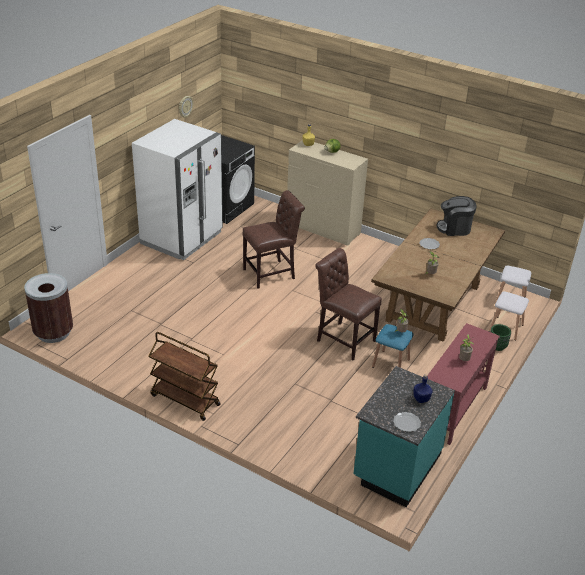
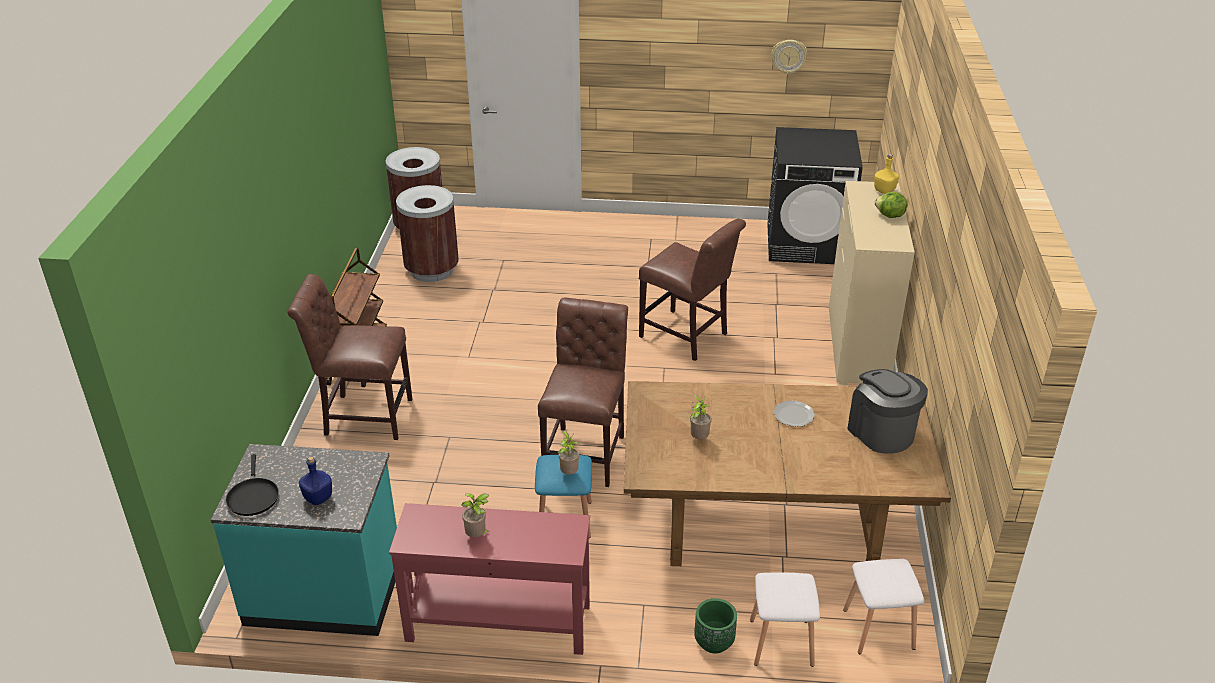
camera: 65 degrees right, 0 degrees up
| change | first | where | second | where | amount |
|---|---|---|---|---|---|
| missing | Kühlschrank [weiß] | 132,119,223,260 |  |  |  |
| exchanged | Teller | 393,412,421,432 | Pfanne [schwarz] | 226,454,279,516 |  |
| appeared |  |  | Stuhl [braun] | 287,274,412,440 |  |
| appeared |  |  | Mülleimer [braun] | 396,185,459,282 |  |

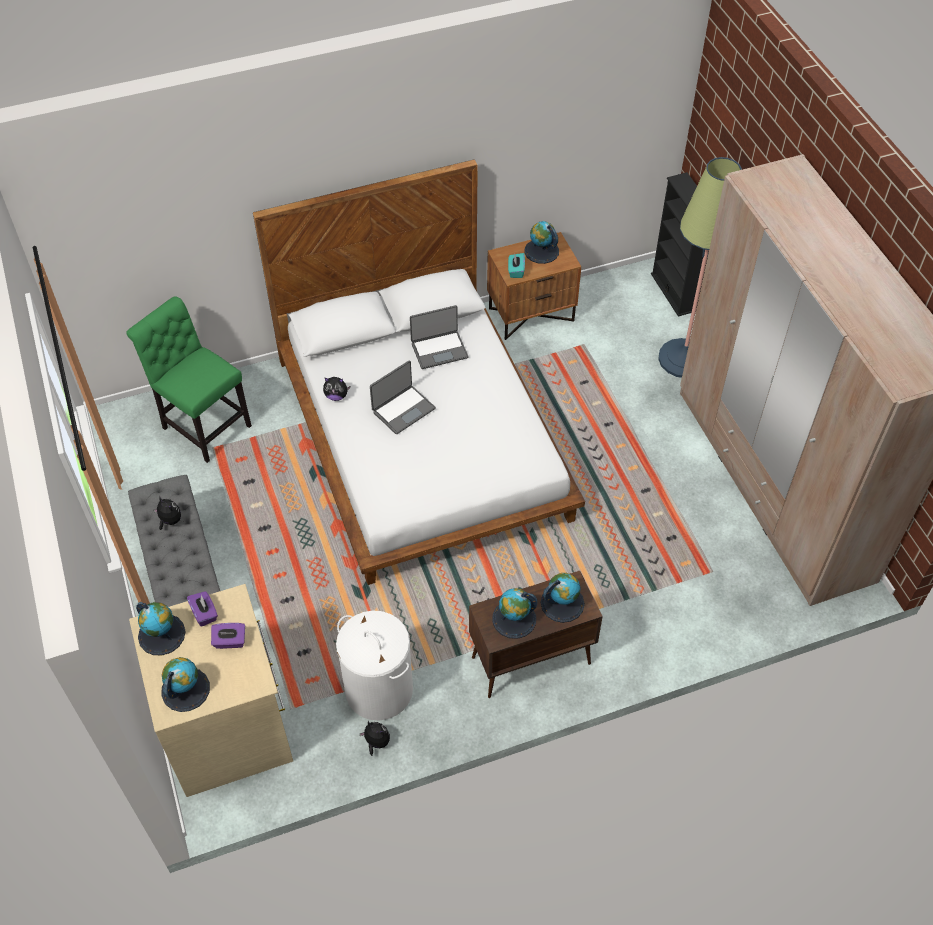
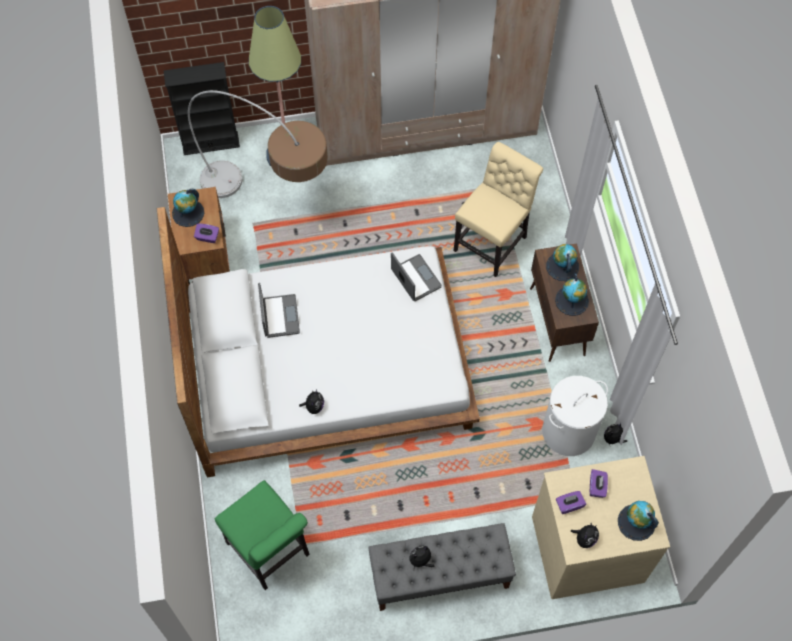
camera: 80 degrees left, 10 degrees up
| change | first | where | second | where | amount |
|---|---|---|---|---|---|
| spun | Stuhl [grün] | 126,296,252,463 |  | 215,480,310,590 | 90 degrees counterclockwise |
| exchanged | Globus | 136,602,186,655 | Plüschtier | 571,522,599,548 |  |
| relocated | Laptop | 370,360,436,435 |  | 391,252,442,301 |  |
| colour | Taschentuchbox [türkis] | 508,253,525,278 | Taschentuchbox [lila] | 194,224,219,243 |  |
| appeared |  |  | Stehlampe | 188,90,328,198 |  |
| appeared |  |  | Stuhl [beige] | 453,142,543,277 |  |

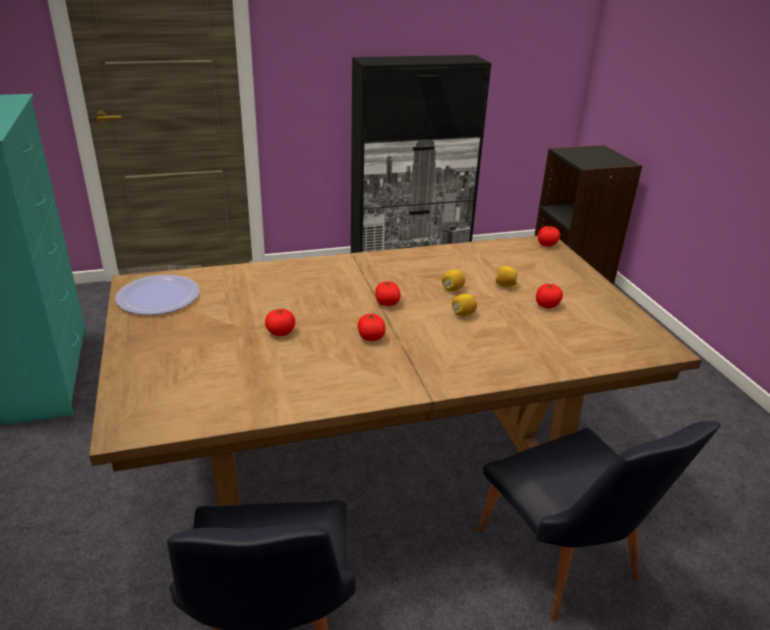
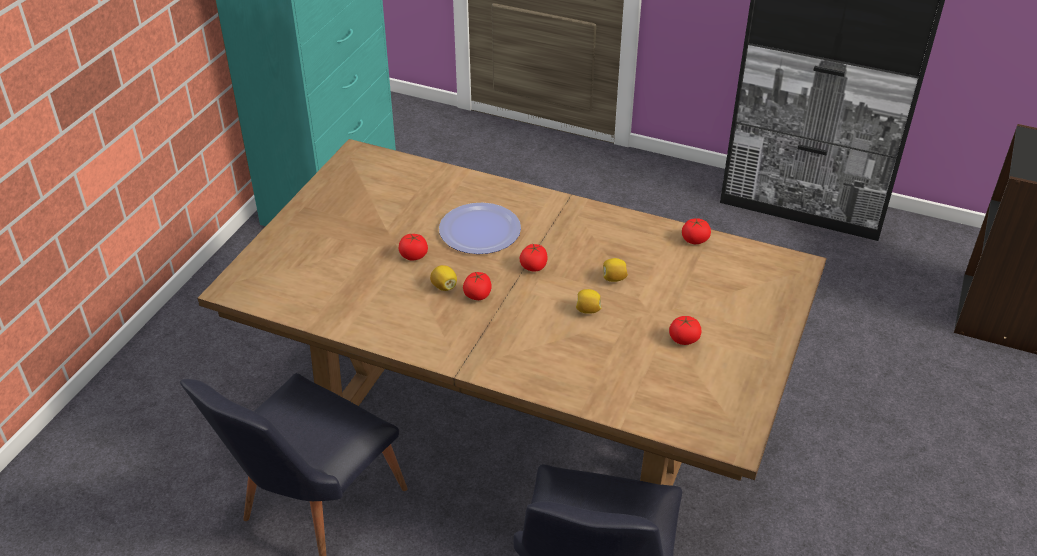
camera: 40 degrees right, 10 degrees up
| change | first | where | second | where | amount |
|---|---|---|---|---|---|
| relocated | Teller | 115,275,200,315 |  | 439,203,521,254 |  |
| relocated | Zitrone | 495,266,517,287 |  | 430,265,457,291 |  |
| relocated | Tomate | 538,226,560,247 |  | 682,218,711,244 |  |

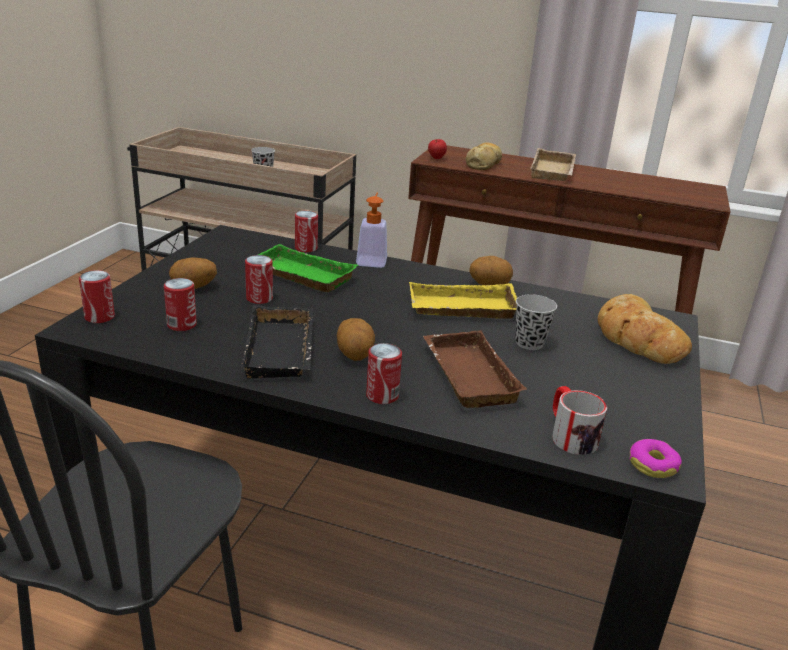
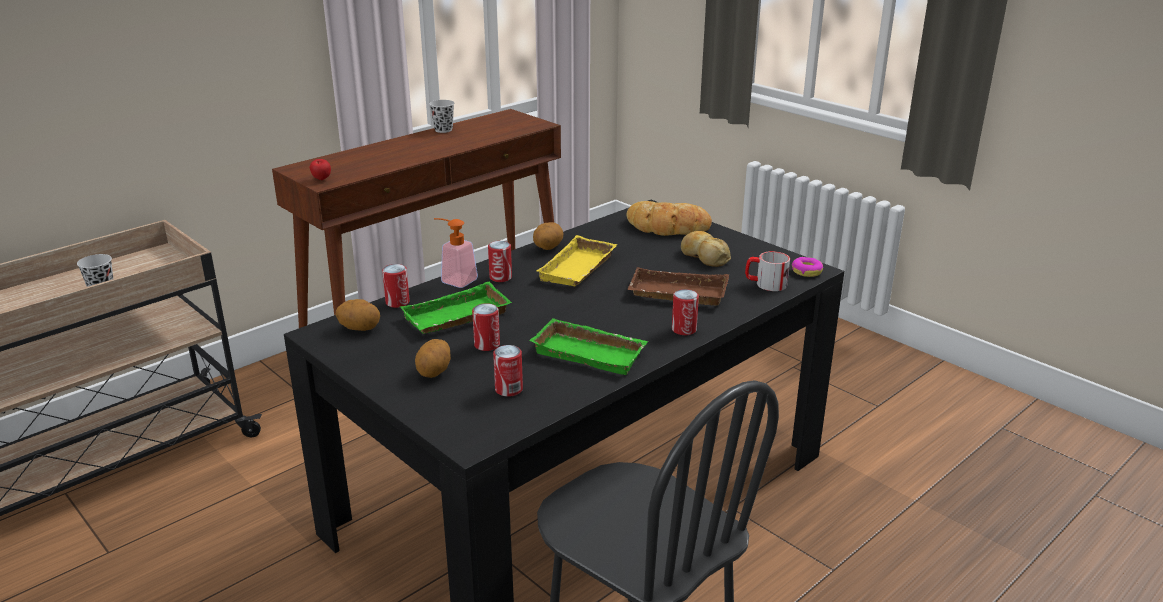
camera: 60 degrees left, 0 degrees up
| change | first | where | second | where | amount |
|---|---|---|---|---|---|
| relocated | Dose | 79,270,115,323 |  | 488,241,512,282 |  |
| colour | Tablett [schwarz] | 241,305,314,379 | Tablett [grün] | 529,318,648,375 |  |
| relocated | Kartoffel | 337,318,375,361 |  | 336,299,380,331 |  |
| relocated | Brot | 466,142,502,170 |  | 681,231,731,267 |  |
| relocated | Tasse [schwarz] | 515,294,557,350 |  | 429,100,454,133 |  |
| missing | Tablett [beige] | 530,148,576,181 |  |  |  |

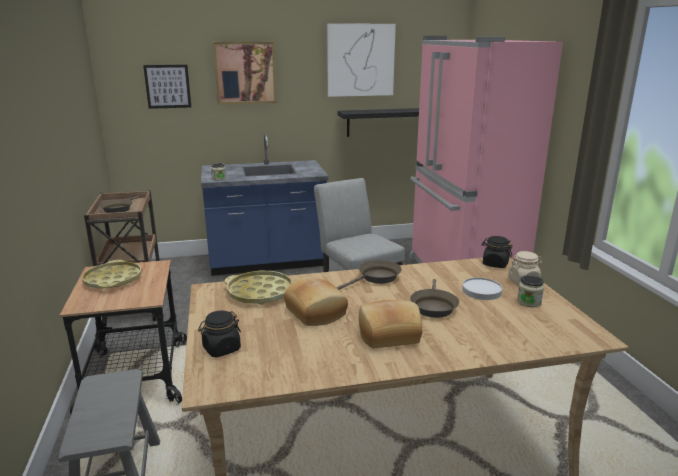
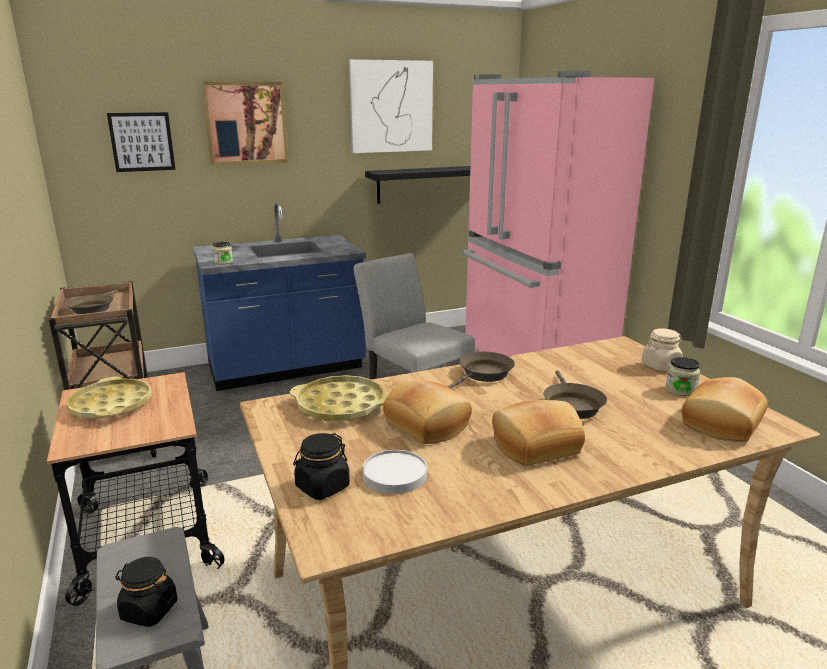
camera: 10 degrees left, 0 degrees up
| change | first | where | second | where | amount |
|---|---|---|---|---|---|
| relocated | Teller [weiß] | 462,277,502,300 |  | 363,450,427,494 |  |
| relocated | Vorratsglas [schwarz] | 481,236,513,268 |  | 115,557,178,627 |  |
| appeared |  |  | Brot | 682,377,768,442 |  |

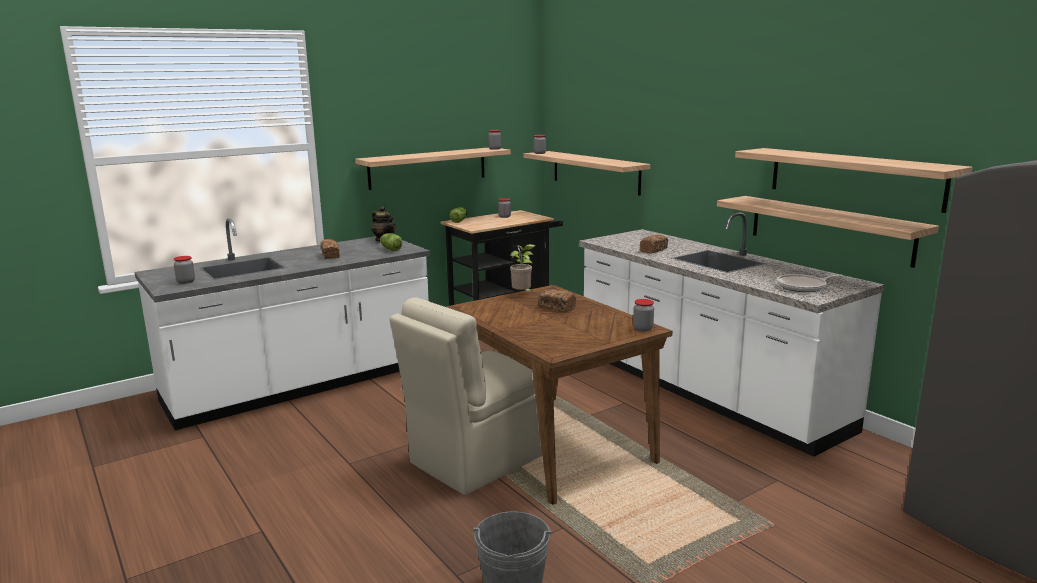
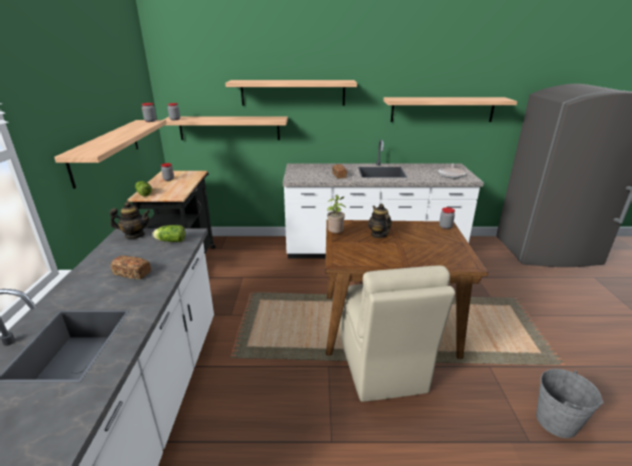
camera: 55 degrees left, 10 degrees up
| change | first | where | second | where | amount |
|---|---|---|---|---|---|
| missing | Vorratsglas | 173,256,195,284 |  |  |  |
| exchanged | Brot | 539,289,576,312 | Teekanne | 368,204,392,238 |  |
| relocated | Wandregal | 717,196,939,268 |  | 225,80,357,106 |  |

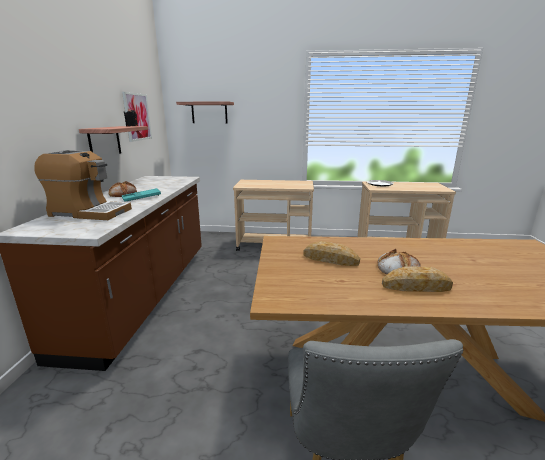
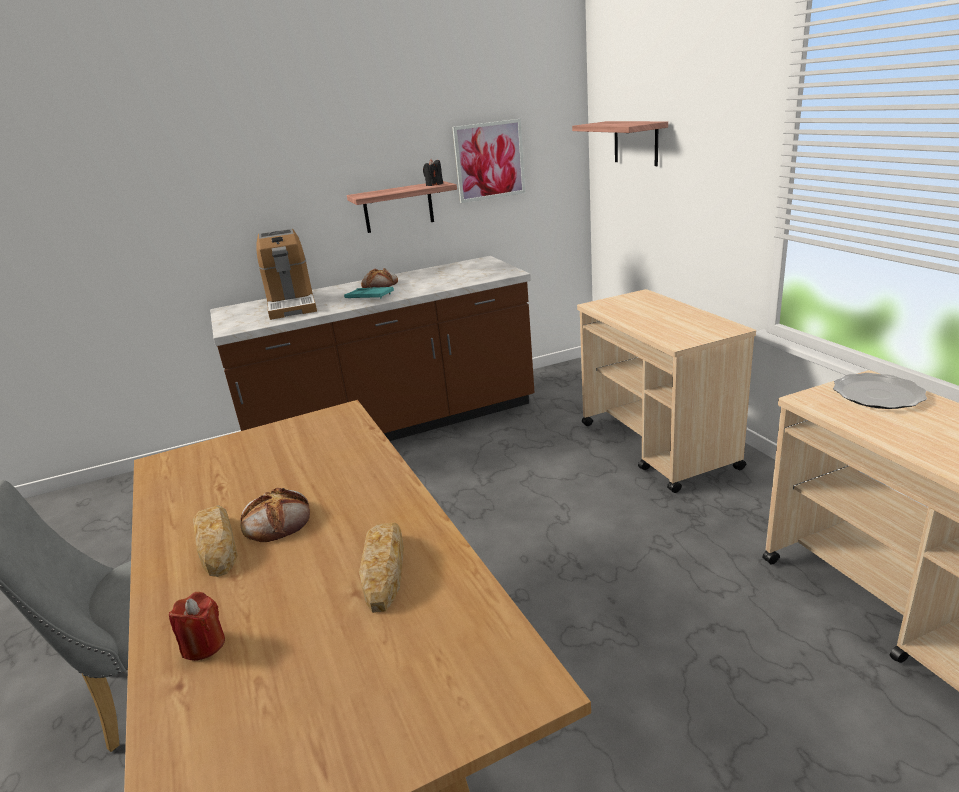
camera: 65 degrees right, 5 degrees up
| change | first | where | second | where | amount |
|---|---|---|---|---|---|
| relocated | Brot | 303,241,360,266 |  | 359,523,404,613 |  |
| appeared |  |  | Kerze [rot] | 169,592,225,661 |  |

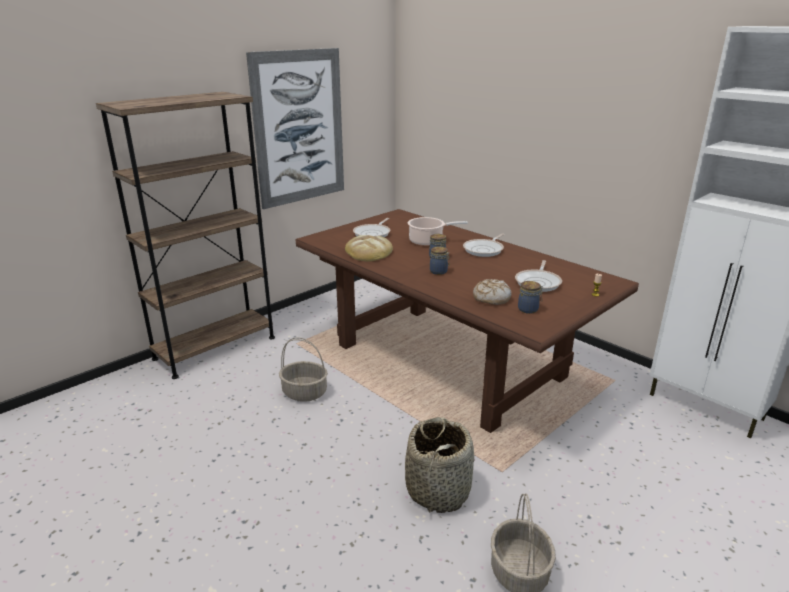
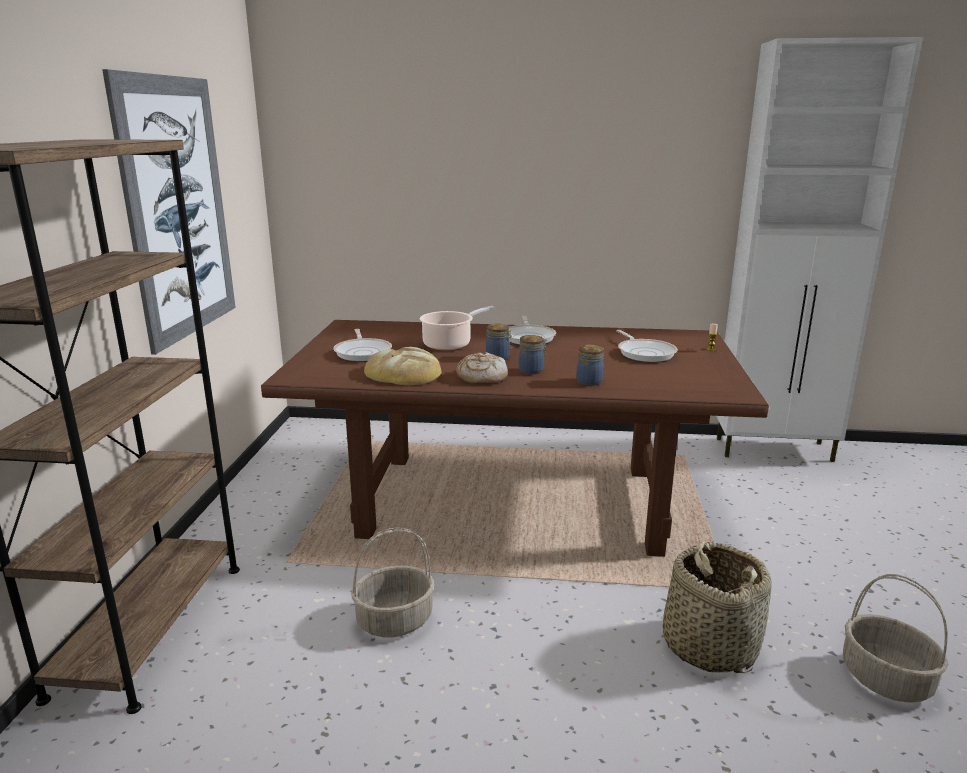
camera: 40 degrees left, 5 degrees down
| change | first | where | second | where | amount |
|---|---|---|---|---|---|
| relocated | Brot | 473,279,511,305 |  | 456,352,508,383 |  |
| relocated | Vorratsglas | 518,281,543,314 |  | 576,345,604,386 |  |

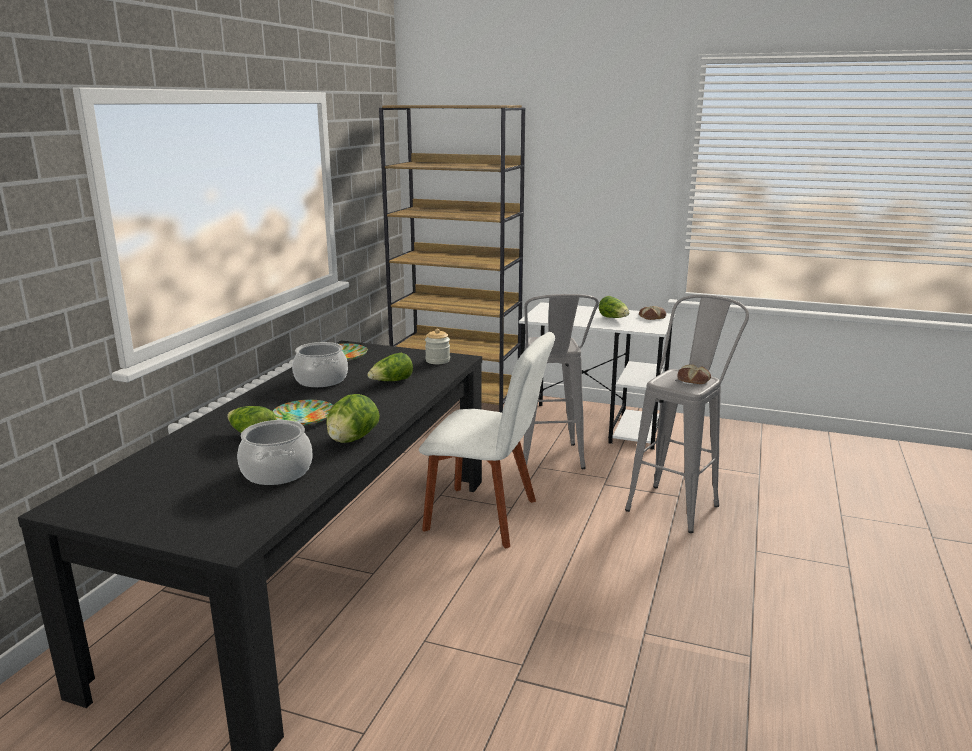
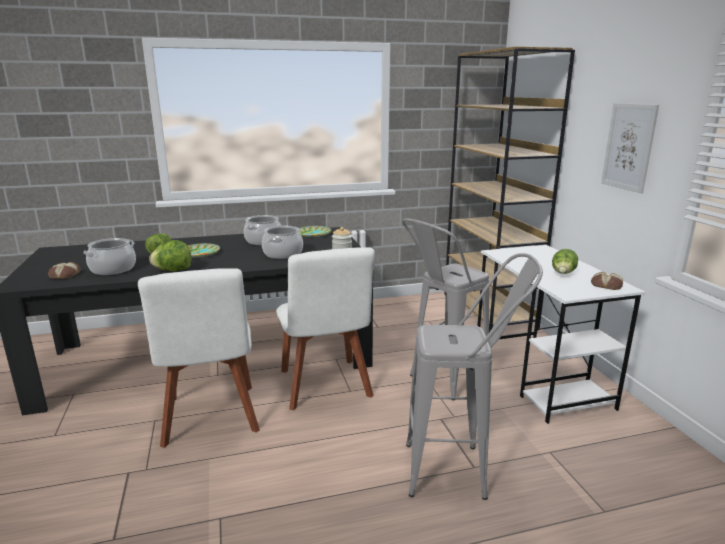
camera: 55 degrees right, 0 degrees up
| change | first | where | second | where | amount |
|---|---|---|---|---|---|
| exchanged | Salatkopf | 367,352,413,381 | Kochtopf | 262,226,303,259 |  |
| relocated | Brot | 677,364,711,384 |  | 48,262,81,279 |  |
| appeared |  |  | Stuhl [weiß] | 138,268,260,448 |  |
| appeared |  |  | Bild | 601,103,659,193 |  |

